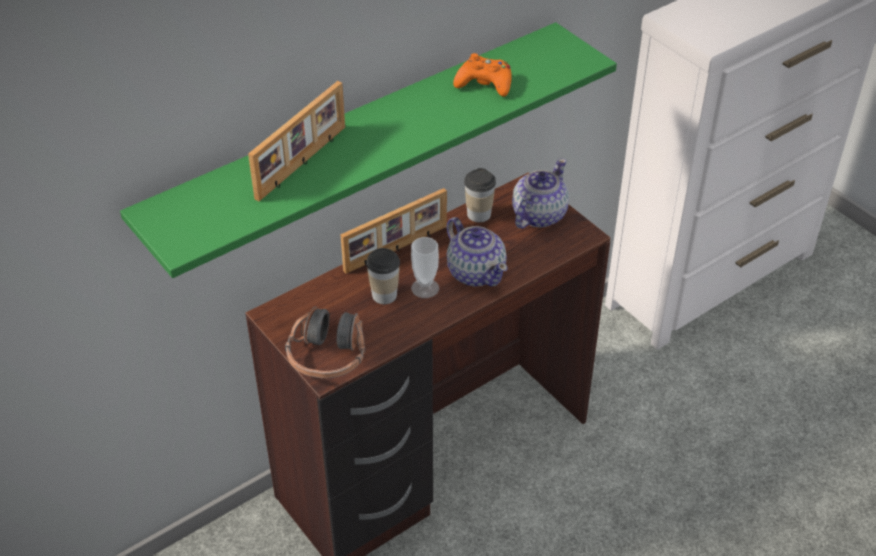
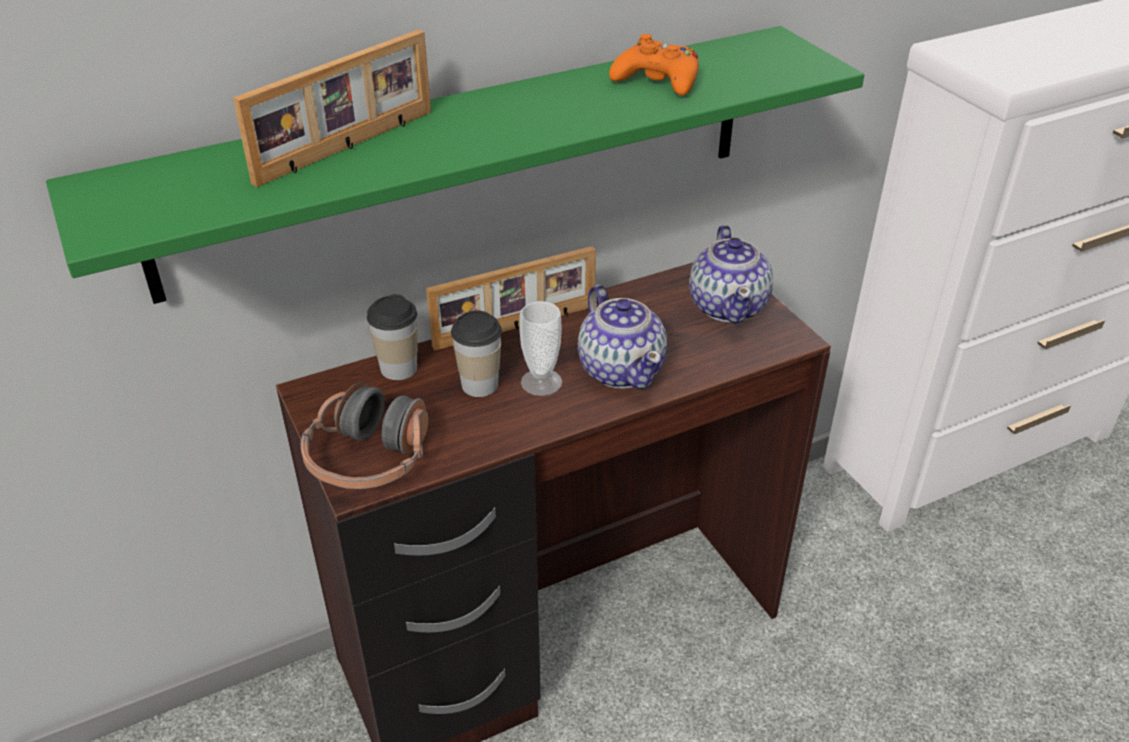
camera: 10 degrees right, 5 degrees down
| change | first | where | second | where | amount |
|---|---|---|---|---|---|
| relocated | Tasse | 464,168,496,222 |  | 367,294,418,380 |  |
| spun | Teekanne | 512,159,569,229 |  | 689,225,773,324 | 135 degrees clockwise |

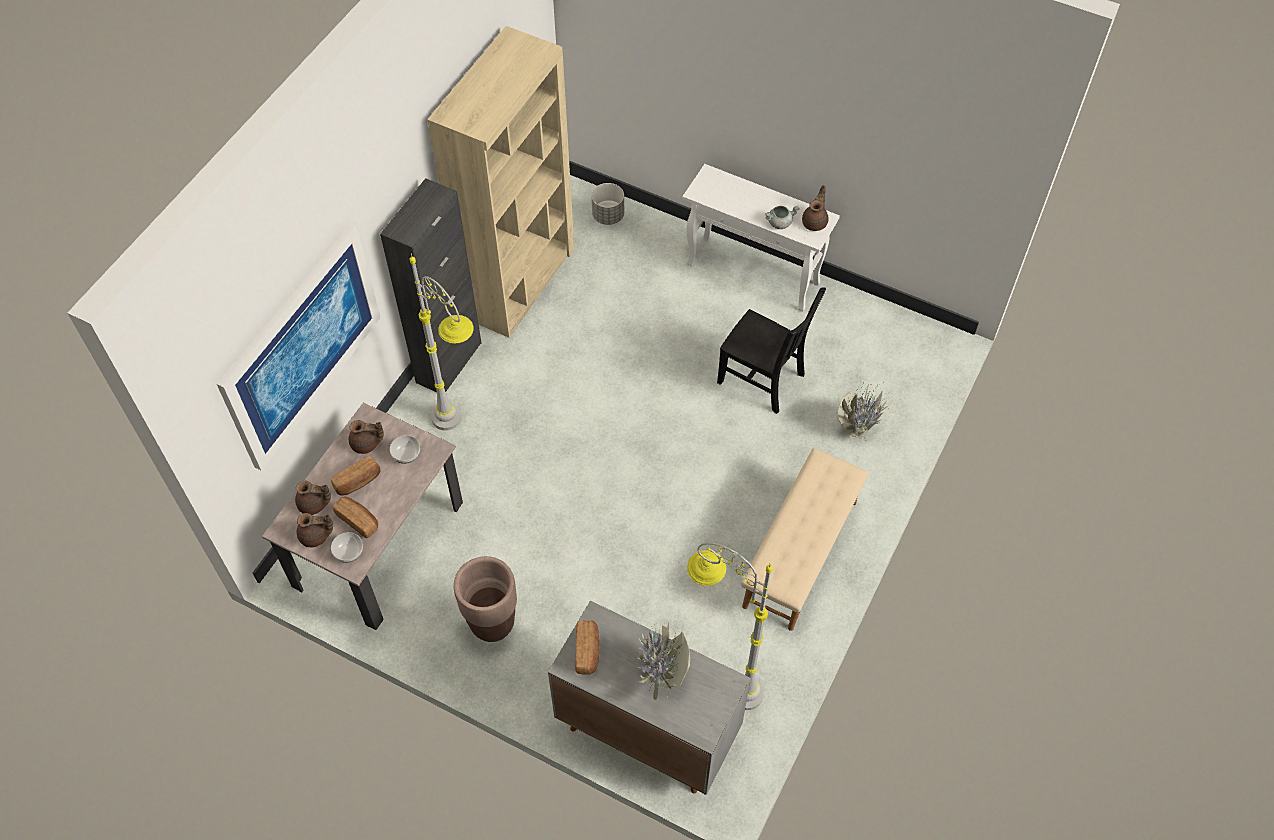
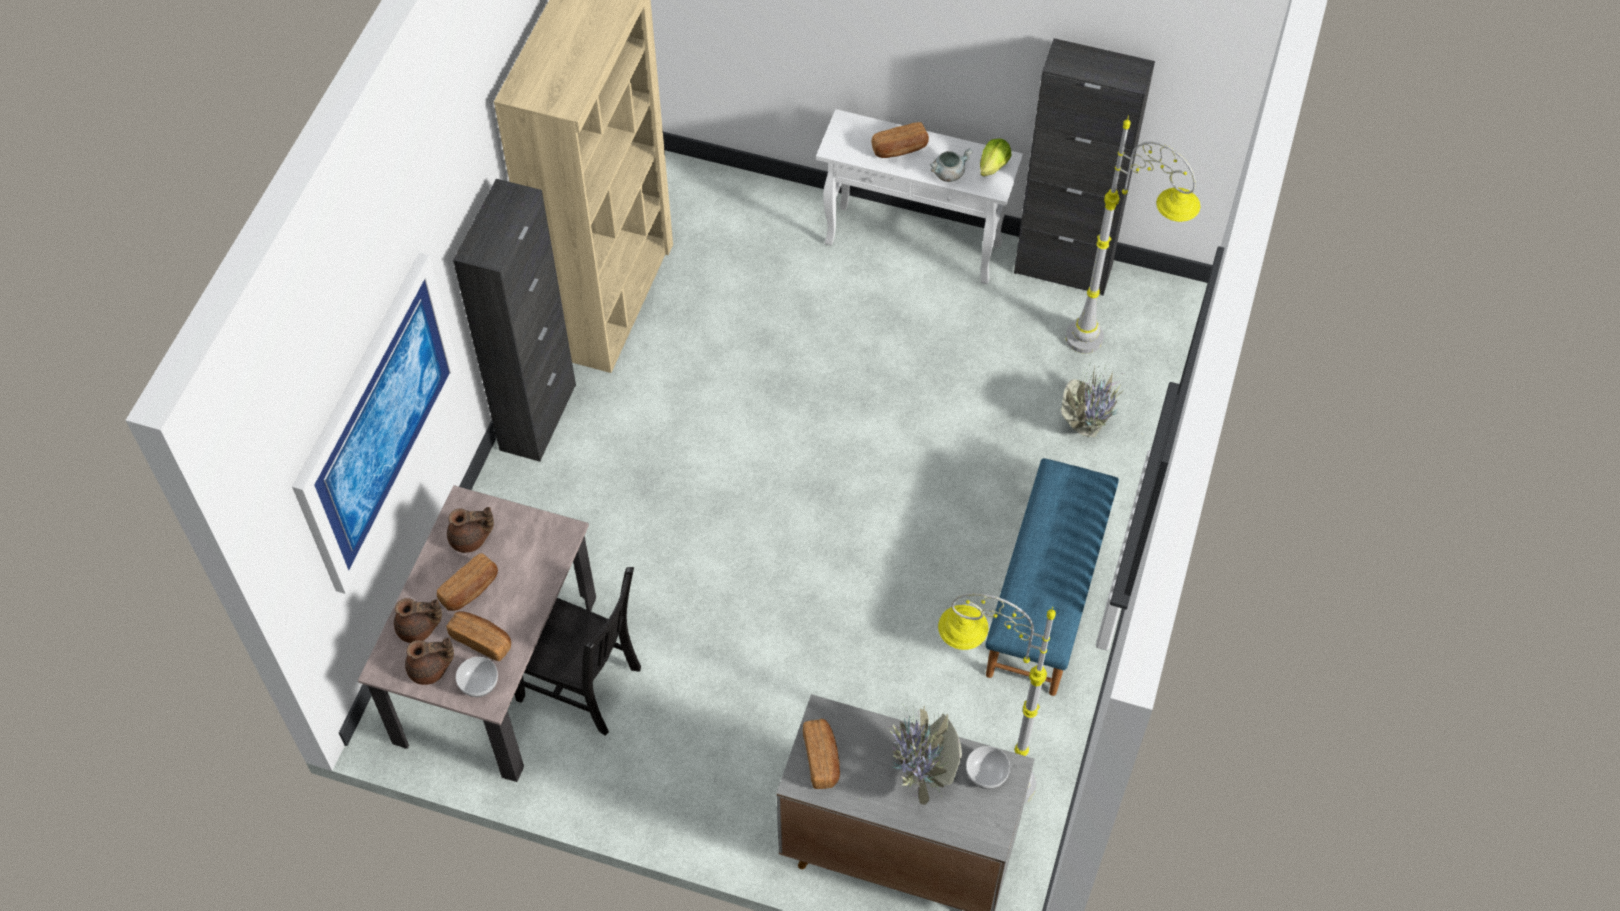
camera: 10 degrees left, 0 degrees up
| change | first | where | second | where | amount |
|---|---|---|---|---|---|
| relocated | Schüssel | 390,435,420,464 |  | 966,746,1010,789 |  |
| relocated | Stehlampe [grau] | 410,254,474,430 |  | 1065,115,1201,354 |  |
| missing | Pflanzkübel [braun] | 454,556,517,642 |  |  |  |
| missing | Pflanzkübel [grau] | 592,183,624,225 |  |  |  |
| relocated | Stuhl [schwarz] | 717,287,826,414 |  | 515,567,641,736 |  |
| colour | Bank [beige] | 741,448,869,631 | Bank [blau] | 985,458,1119,696 |  |
| exchanged | Teekanne [braun] | 802,185,829,231 | Salatkopf | 980,139,1012,176 |  |
| appeared |  |  | Brot | 872,122,929,158 |  |
| appeared |  |  | Schrank [schwarz] | 1014,38,1155,296 |  |

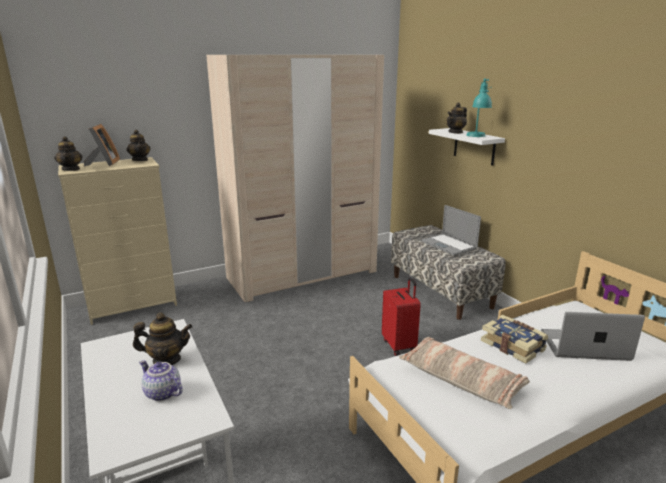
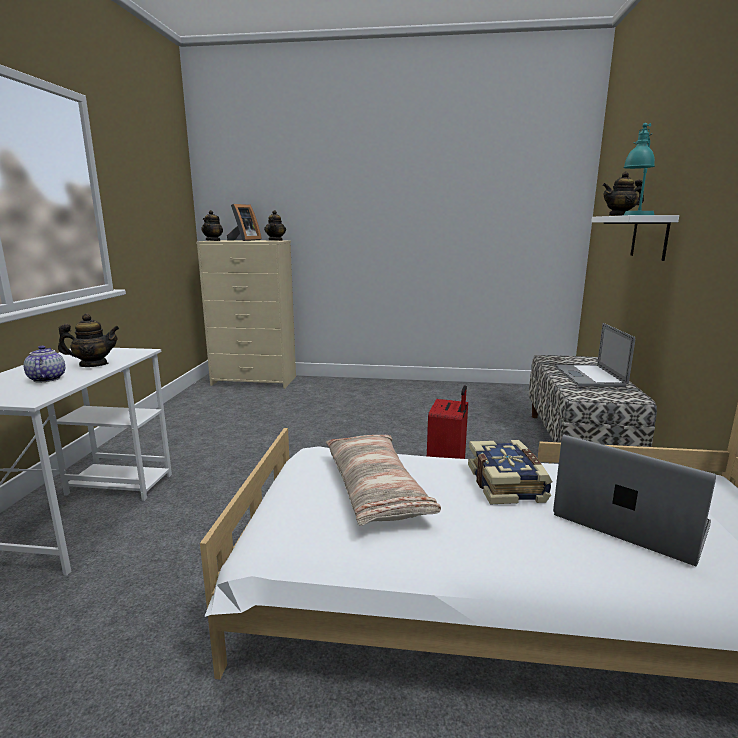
camera: 35 degrees right, 5 degrees down
| change | first | where | second | where | amount |
|---|---|---|---|---|---|
| spun | Teekanne | 133,313,193,365 |  | 58,313,120,367 | 45 degrees counterclockwise |
| missing | Kleiderschrank [beige] | 206,55,384,302 |  |  |  |

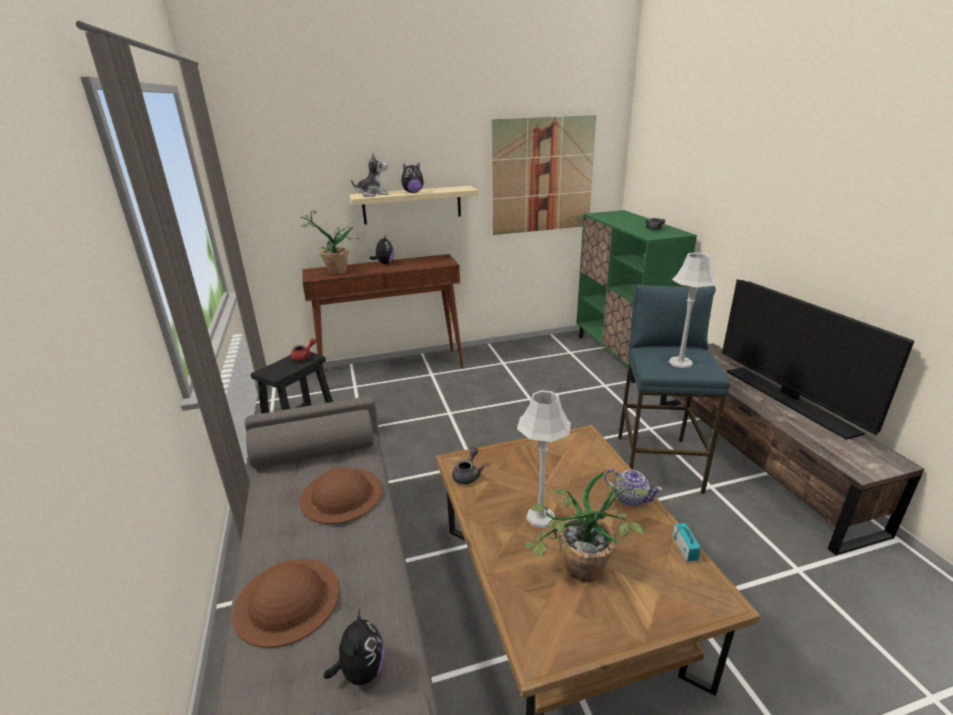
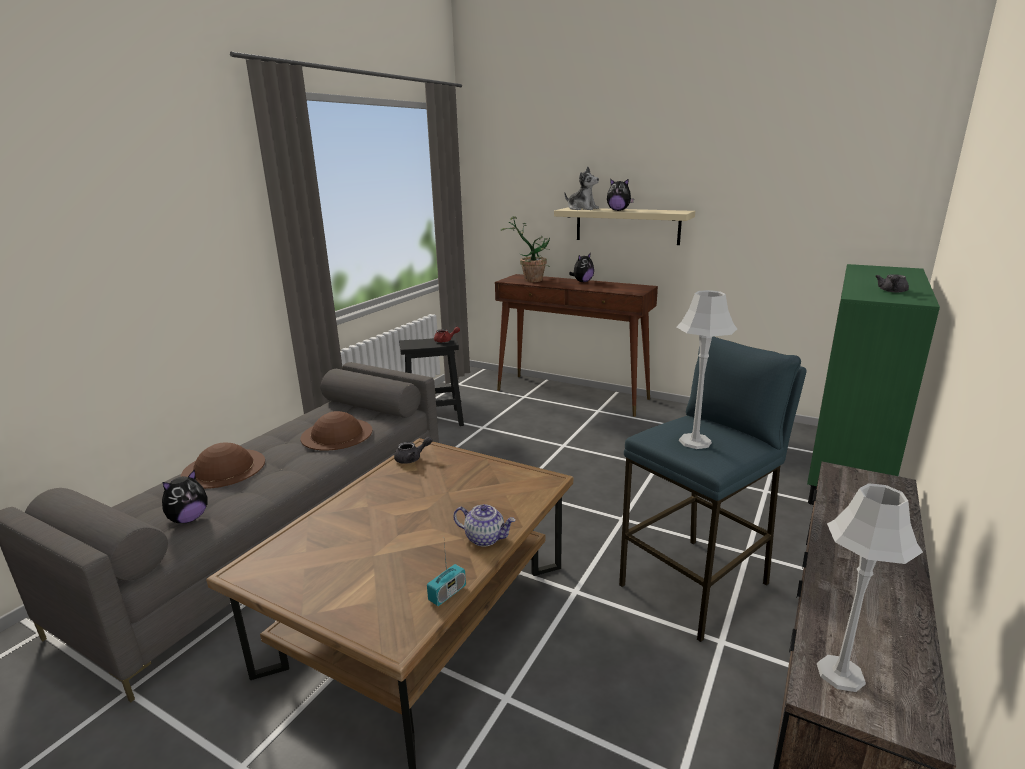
camera: 45 degrees right, 5 degrees down
| change | first | where | second | where | amount |
|---|---|---|---|---|---|
| missing | Bild | 492,115,596,235 |  |  |  |
| relocated | Tischlampe [grau] | 517,390,571,528 |  | 817,483,923,692 |  |
| missing | Topfpflanze | 524,472,648,582 |  |  |  |
| spun | Teekanne | 605,469,663,506 |  | 453,504,516,547 | 60 degrees counterclockwise |
| missing | Fernseher | 722,279,914,440 |  |  |  |

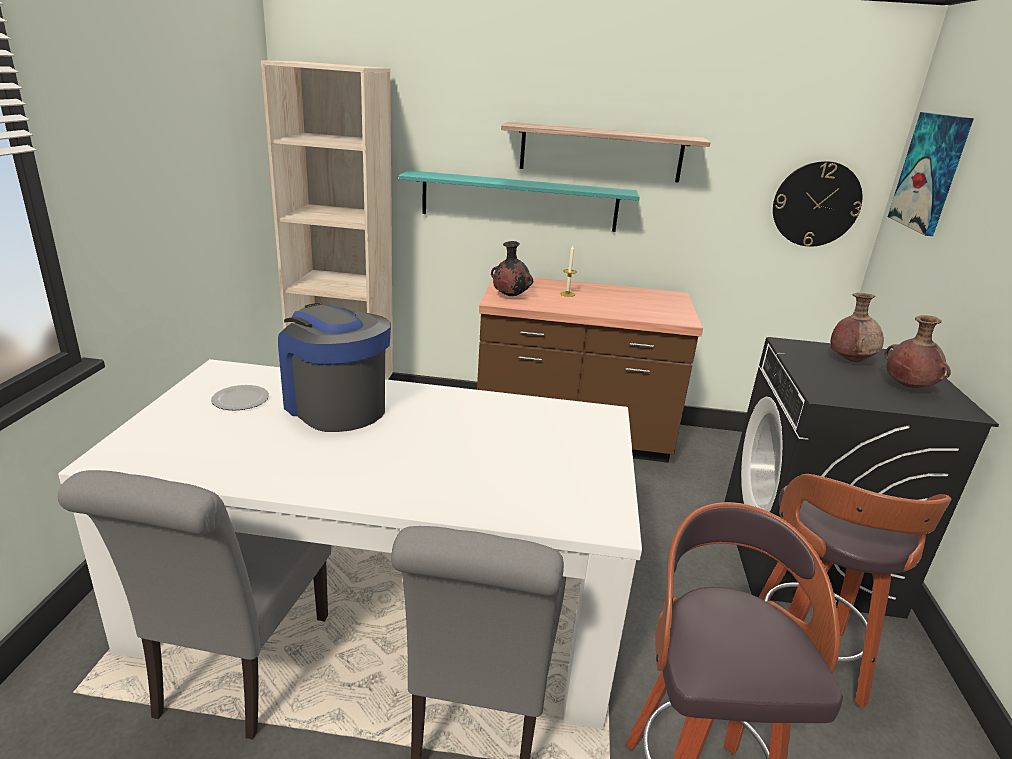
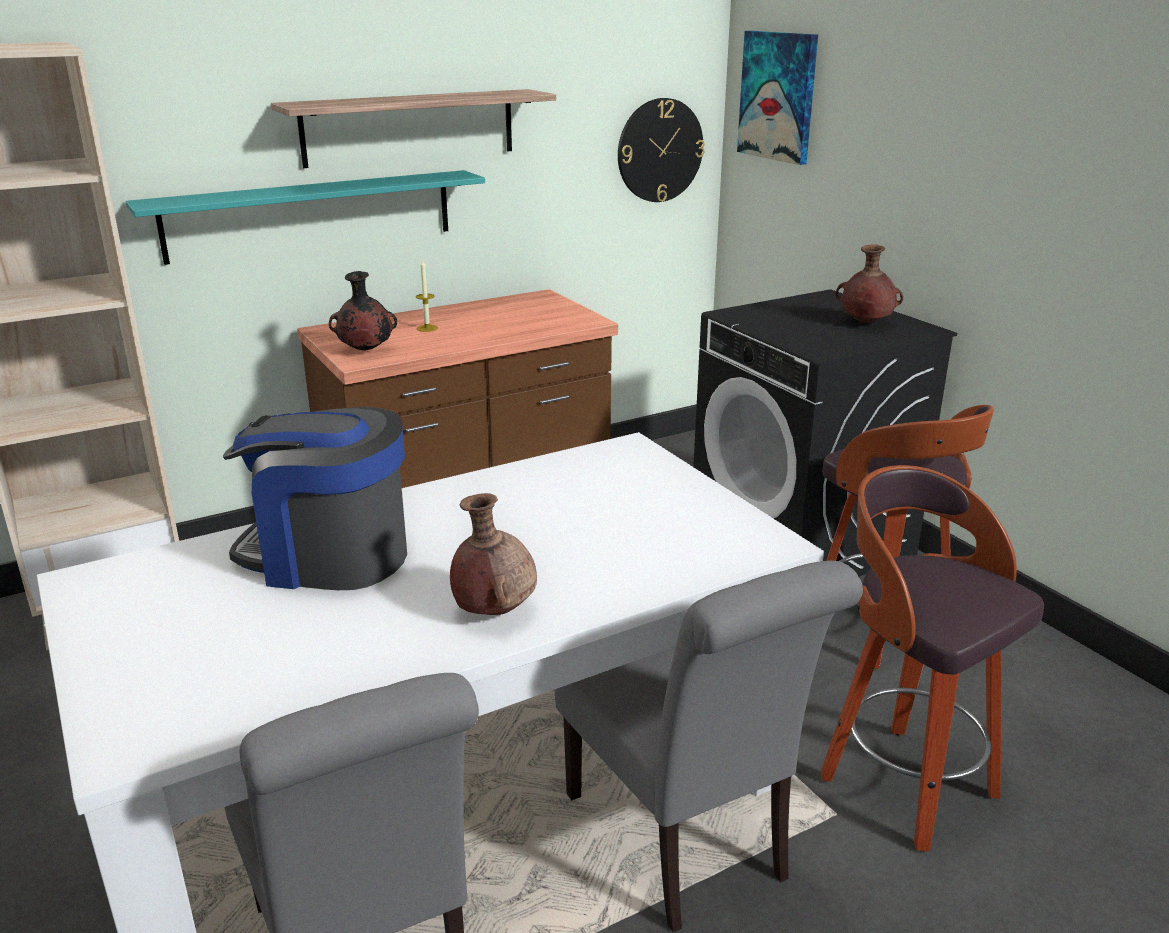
camera: 35 degrees left, 0 degrees up
| change | first | where | second | where | amount |
|---|---|---|---|---|---|
| missing | Teller | 211,385,269,410 |  |  |  |
| relocated | Vase [braun] | 831,293,884,362 |  | 450,493,537,615 |  |

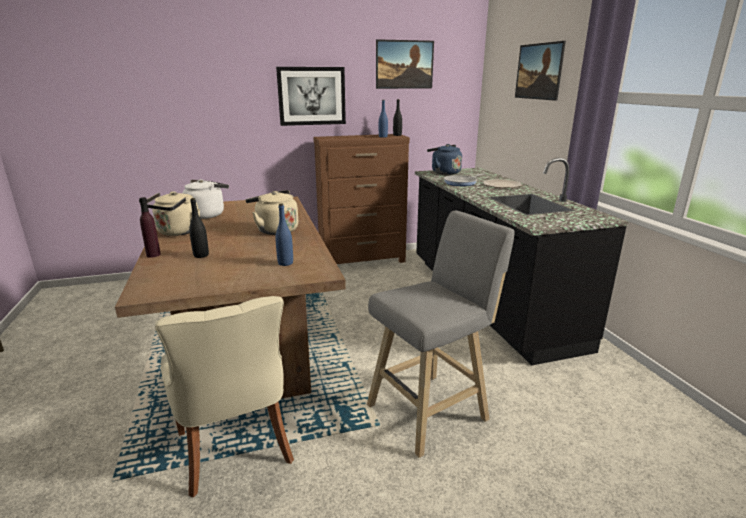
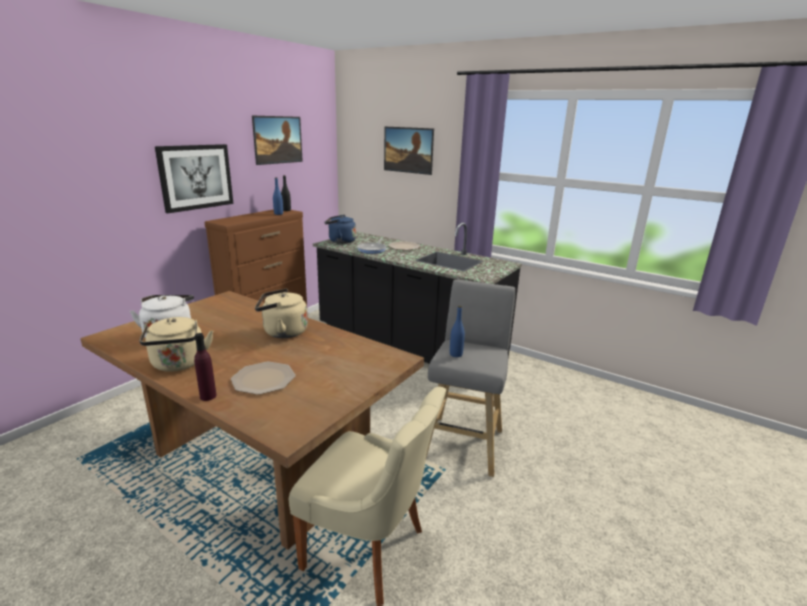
camera: 40 degrees left, 0 degrees up
| change | first | where | second | where | amount |
|---|---|---|---|---|---|
| exchanged | Flasche [schwarz] | 189,198,209,258 | Teller | 231,362,296,395 |  |
| relocated | Flasche [blau] | 275,204,293,266 |  | 450,306,465,357 |  |

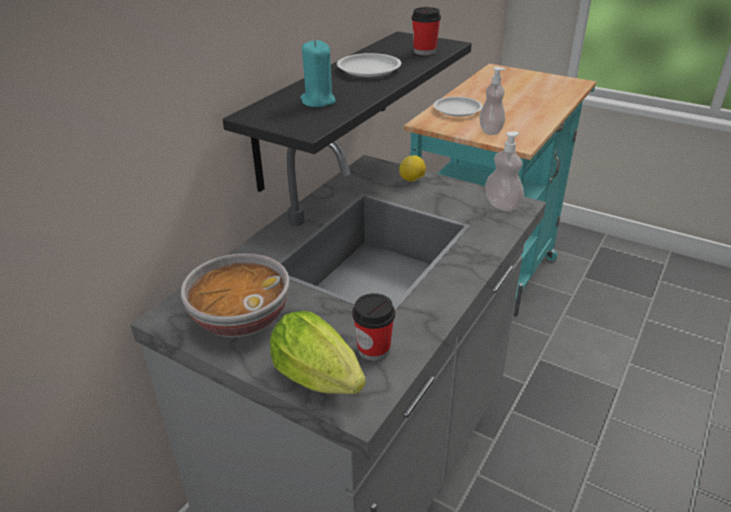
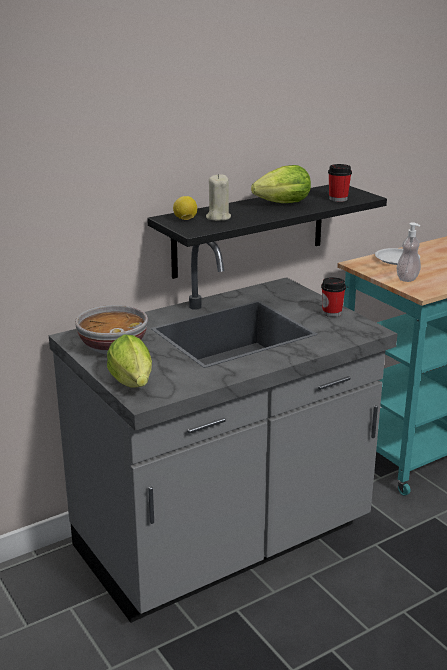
camera: 25 degrees right, 10 degrees down
| change | first | where | second | where | amount |
|---|---|---|---|---|---|
| colour | Kerze [türkis] | 300,40,336,107 | Kerze [beige] | 206,174,231,221 |  |
| exchanged | Teller [weiß] | 337,53,401,77 | Salatkopf | 251,165,311,203 |  |
| relocated | Tasse | 352,293,395,361 |  | 321,277,346,317 |  |
| relocated | Zitrone | 399,155,426,182 |  | 173,196,197,220 |  |
| missing | Seifenspender | 485,132,524,211 |  |  |  |

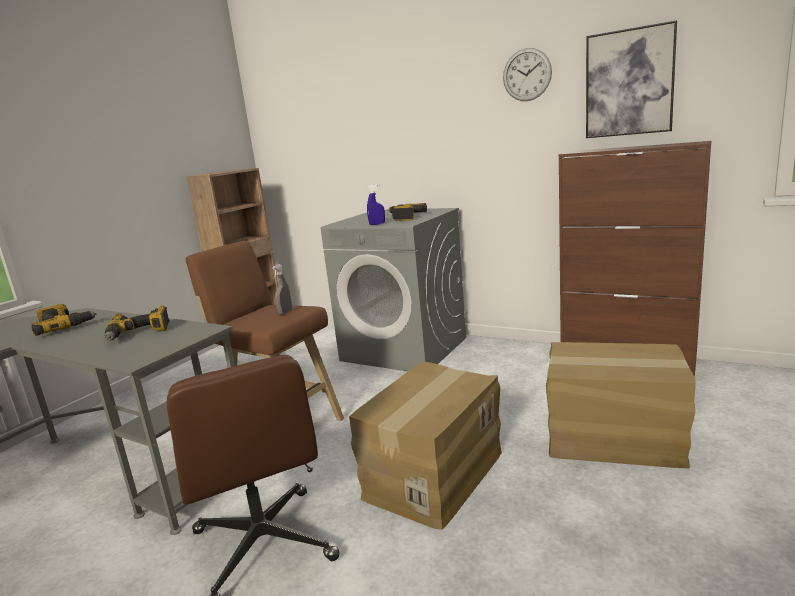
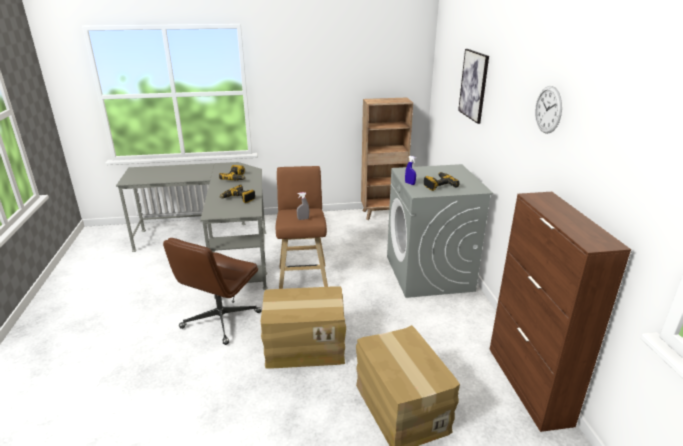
camera: 50 degrees right, 10 degrees up
| change | first | where | second | where | amount |
|---|---|---|---|---|---|
| relocated | Bild | 586,20,677,138 |  | 458,49,489,124 |  |

